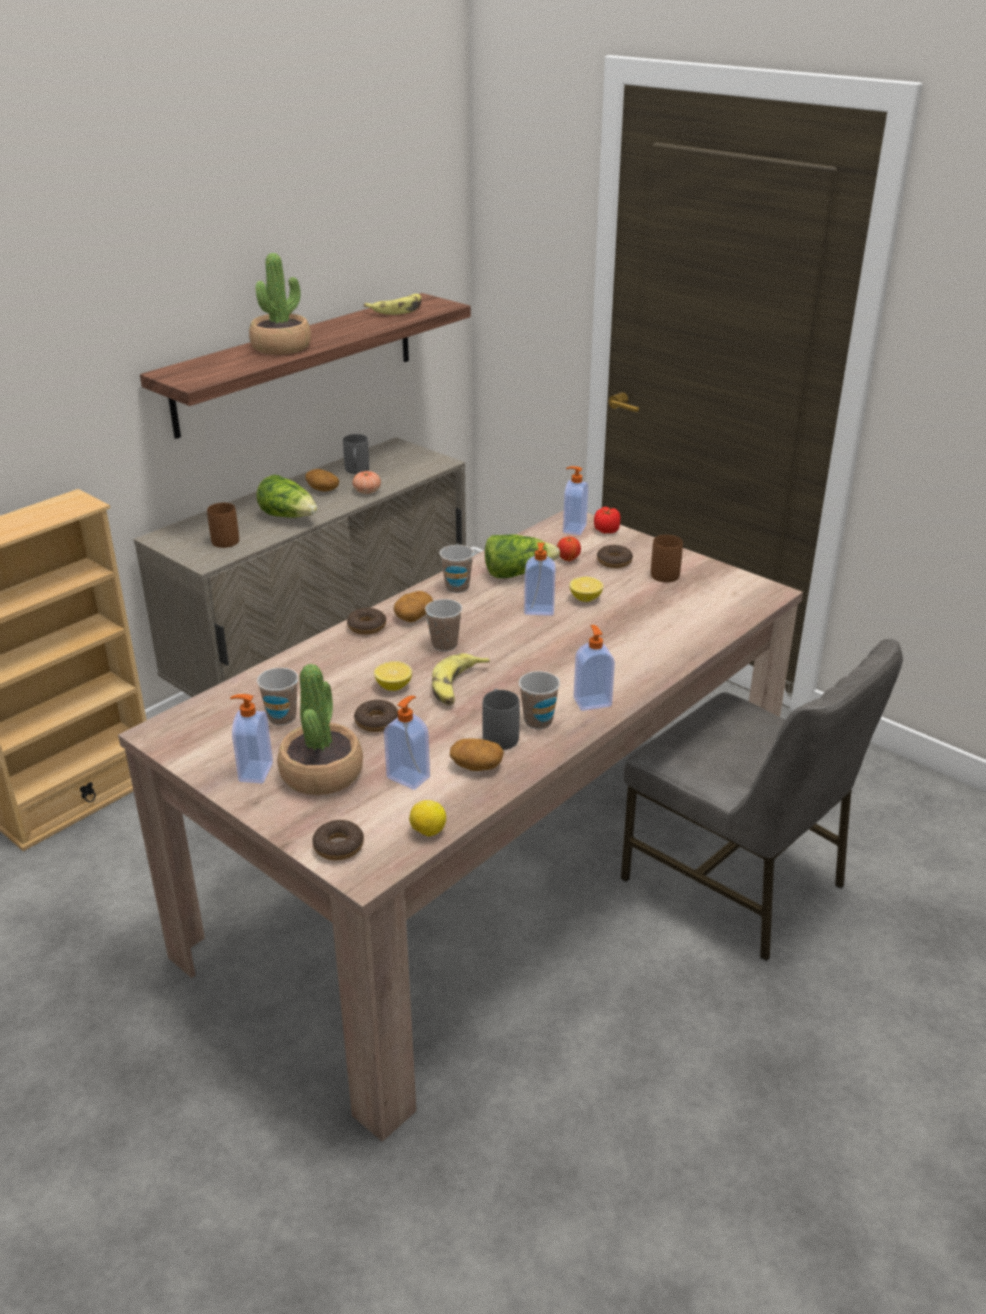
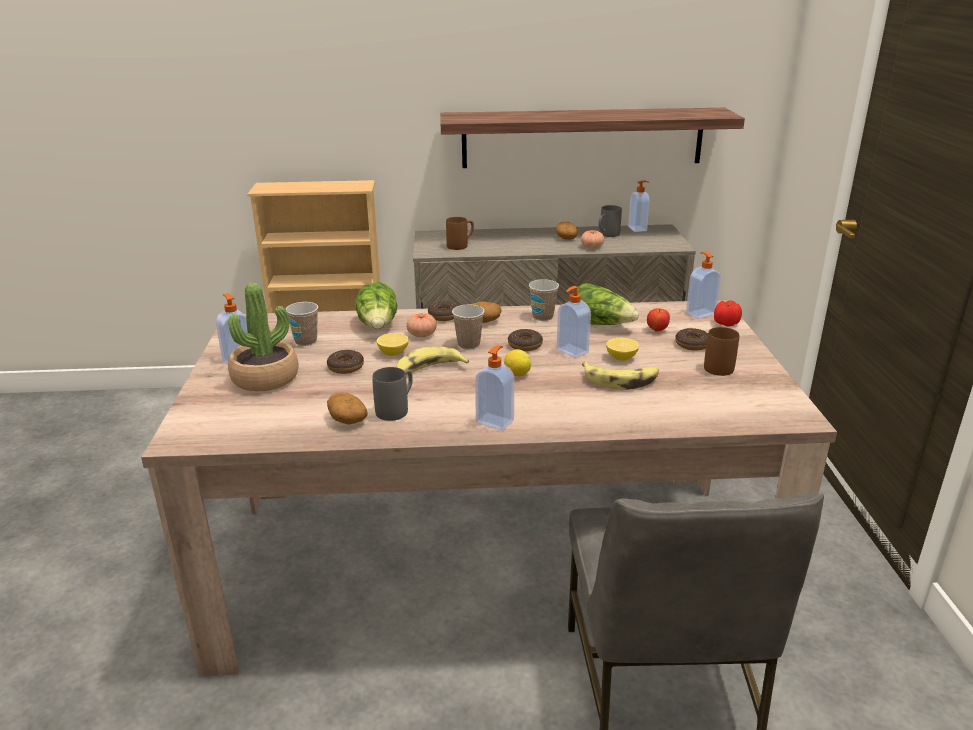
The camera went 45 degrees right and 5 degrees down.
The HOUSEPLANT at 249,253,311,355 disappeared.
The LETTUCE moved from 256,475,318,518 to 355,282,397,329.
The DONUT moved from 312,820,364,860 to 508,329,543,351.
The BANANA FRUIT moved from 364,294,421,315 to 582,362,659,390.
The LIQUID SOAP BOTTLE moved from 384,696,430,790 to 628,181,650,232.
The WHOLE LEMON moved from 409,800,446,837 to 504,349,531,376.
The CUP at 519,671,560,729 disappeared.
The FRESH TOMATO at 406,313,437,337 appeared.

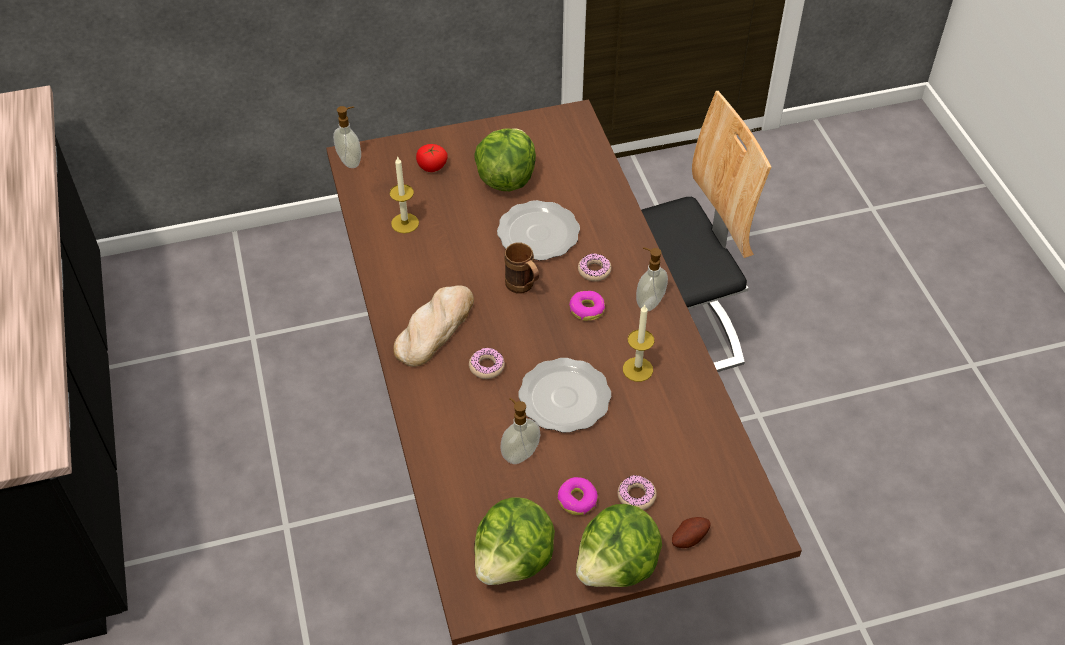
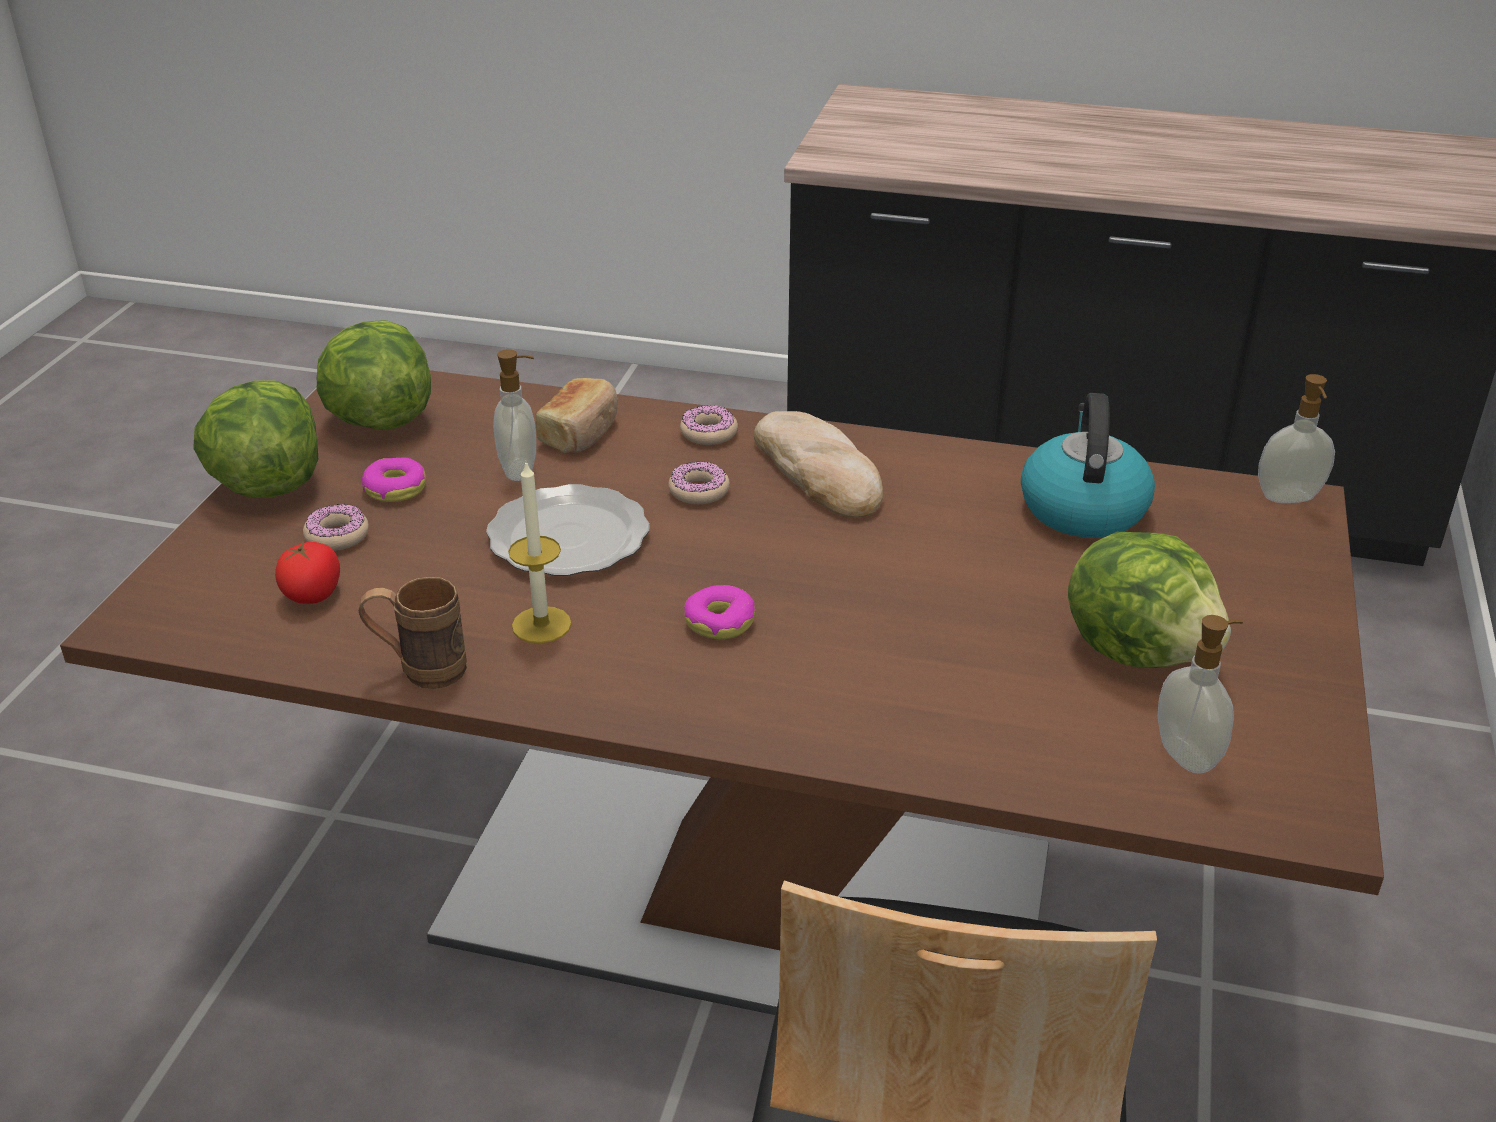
The camera went 120 degrees right and 15 degrees down.
The CANDLE at 390,157,419,233 was replaced by the WATER KETTLE at 1021,393,1155,538.
The FRESH TOMATO moved from 416,144,448,172 to 275,541,340,604.
The FLAT DISH at 497,200,580,261 disappeared.
The BROWN-COLOURED COFFEE MUG moved from 504,243,539,294 to 359,577,467,689.
The DONUT moved from 578,253,611,281 to 680,405,738,445.
The LIQUID SOAP BOTTLE moved from 636,247,668,311 to 1157,615,1243,774.
The SPUD at 672,517,711,548 disappeared.
The BREAD at 536,378,618,453 appeared.

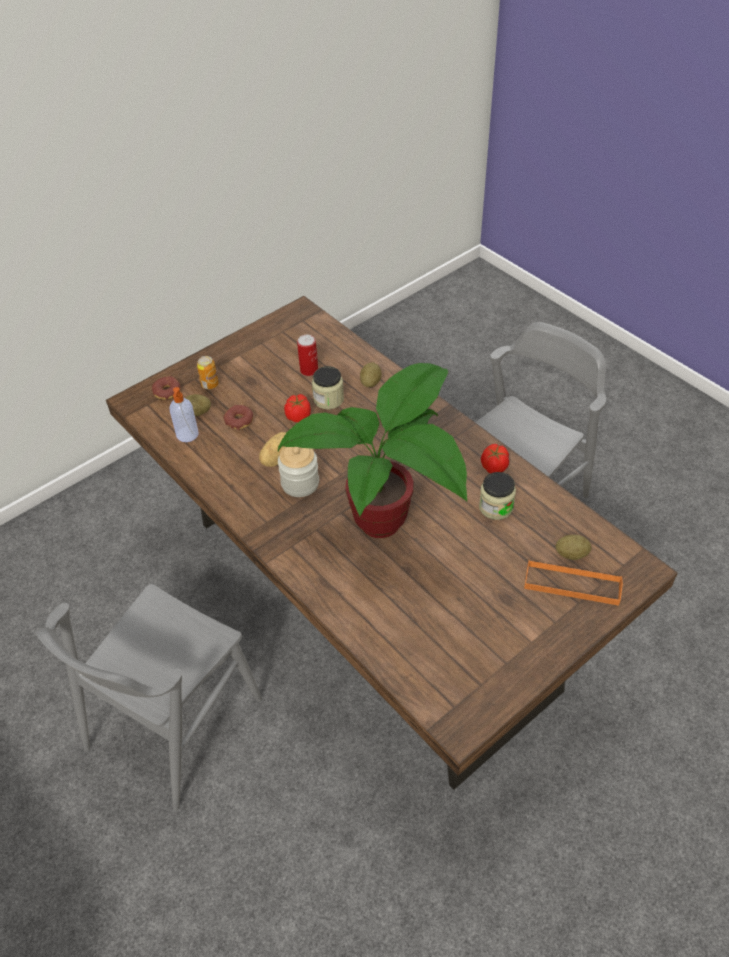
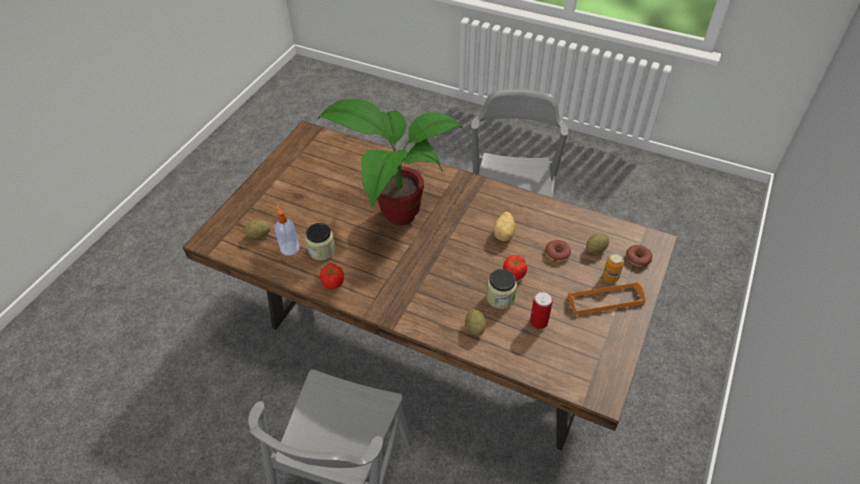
The camera went 155 degrees right and 0 degrees up.
The LIQUID SOAP BOTTLE moved from 170,387,199,442 to 275,205,299,256.
The JAR at 278,447,319,497 disappeared.
The ORANGEY TRAY moved from 524,561,623,606 to 567,282,646,315.

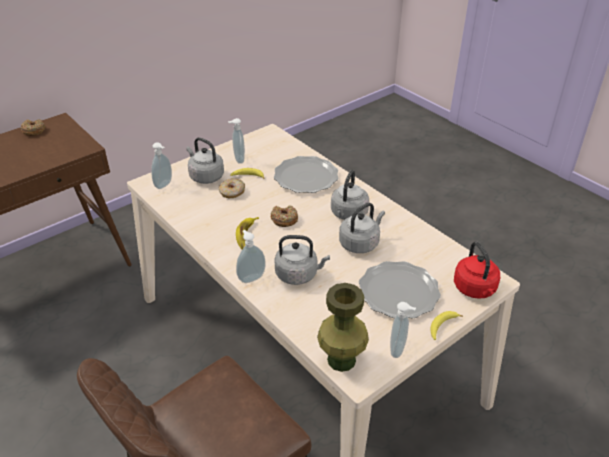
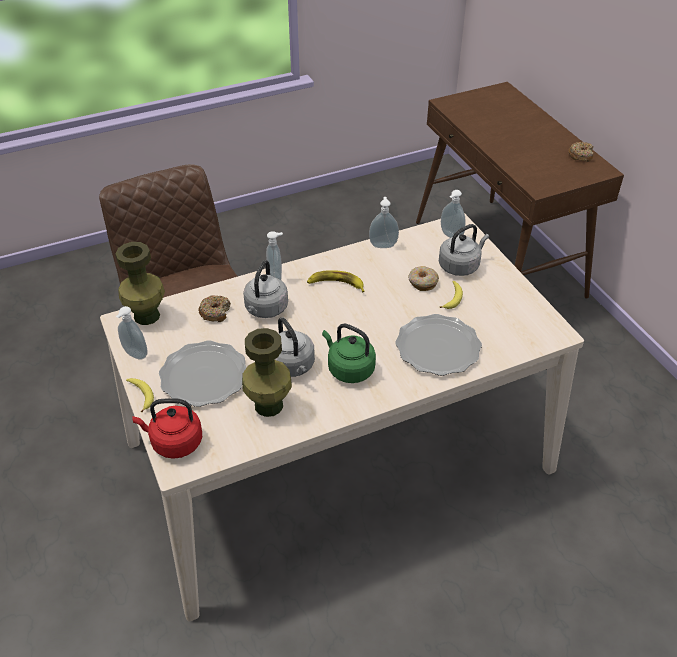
The camera went 105 degrees right and 5 degrees up.
The LIQUID SOAP BOTTLE moved from 228,118,245,164 to 369,197,399,248.
The DONUT moved from 271,205,298,227 to 199,295,231,322.
The GREY WATER KETTLE at 331,170,369,220 became the GREEN-COLOURED WATER KETTLE at 322,324,376,383.
The GREEN-COLOURED VASE at 242,328,292,417 appeared.

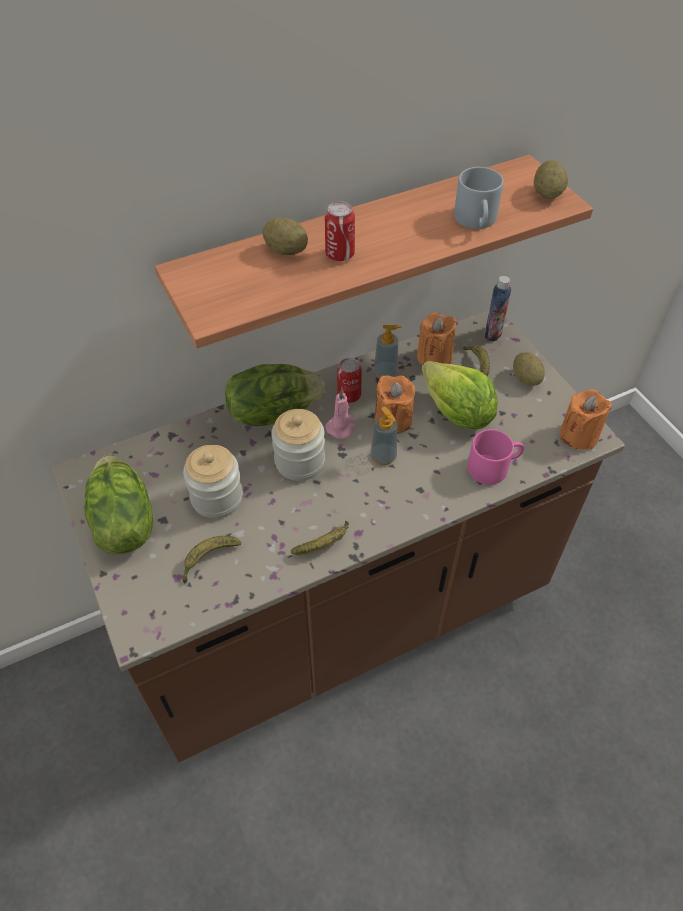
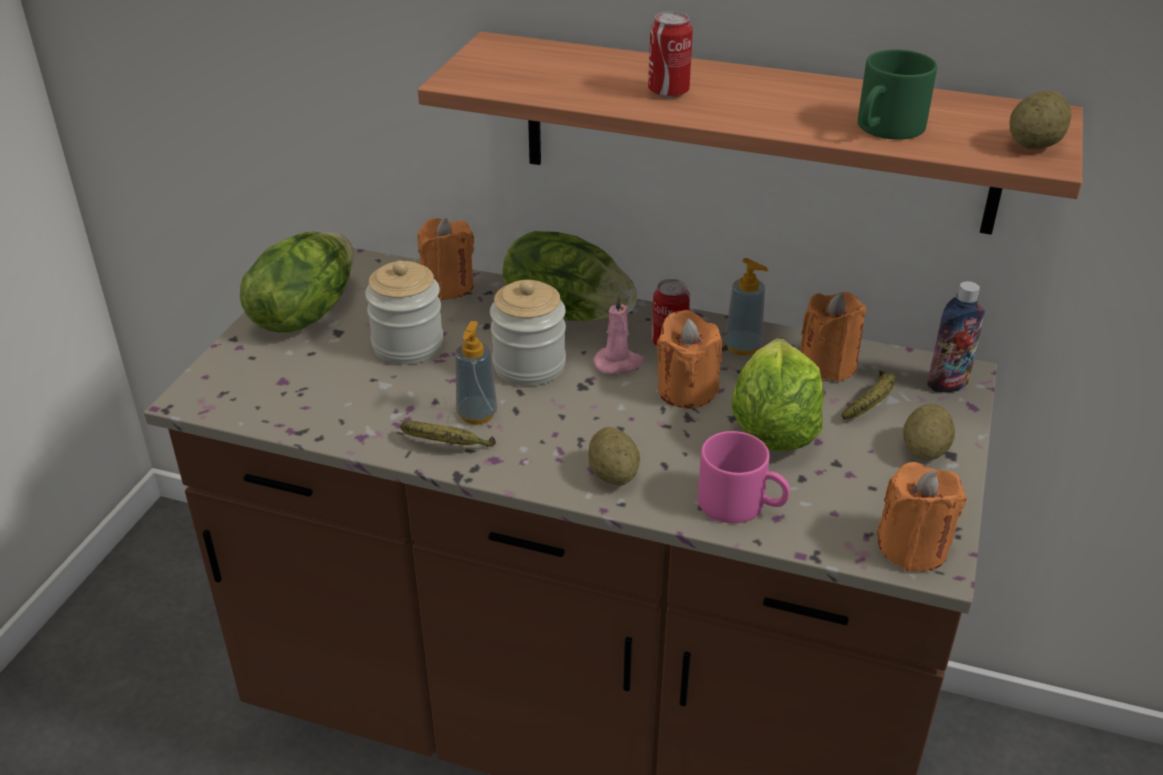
The camera went 45 degrees right and 15 degrees down.
The BANANA FRUIT at 182,536,241,583 disappeared.
The SPUD moved from 262,217,308,255 to 588,427,640,486.
The LIQUID SOAP BOTTLE moved from 371,407,397,465 to 455,321,497,424.
The GREY COFFEE MUG at 454,167,504,229 became the GREEN-COLOURED COFFEE MUG at 858,49,937,140.
The ORANGEY CANDLE at 418,218,474,300 appeared.

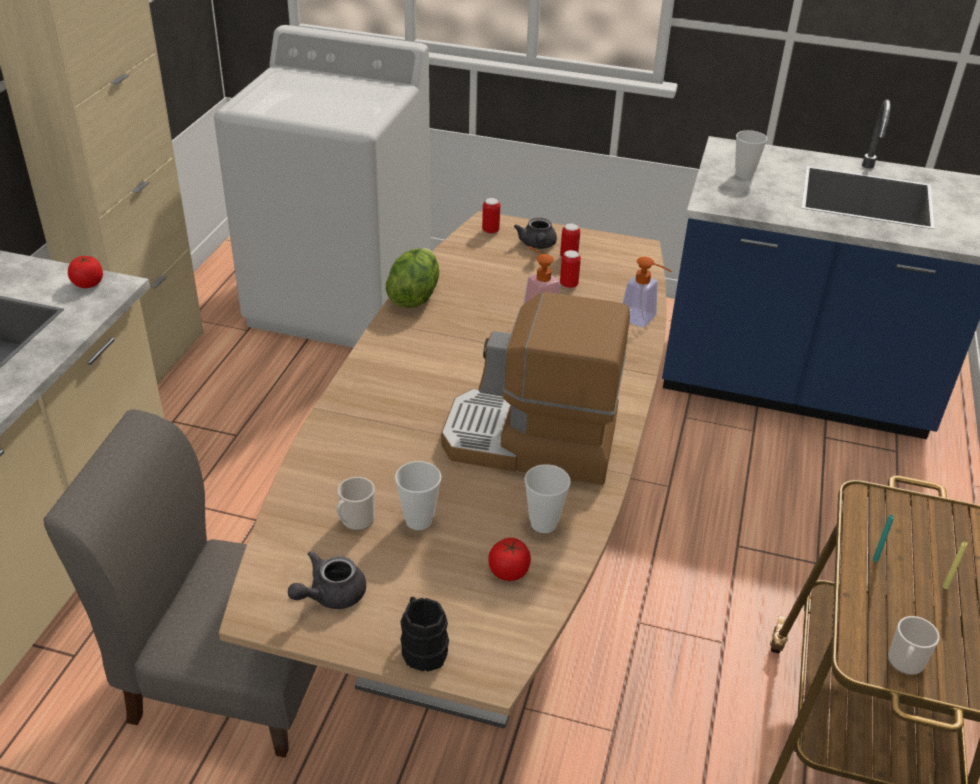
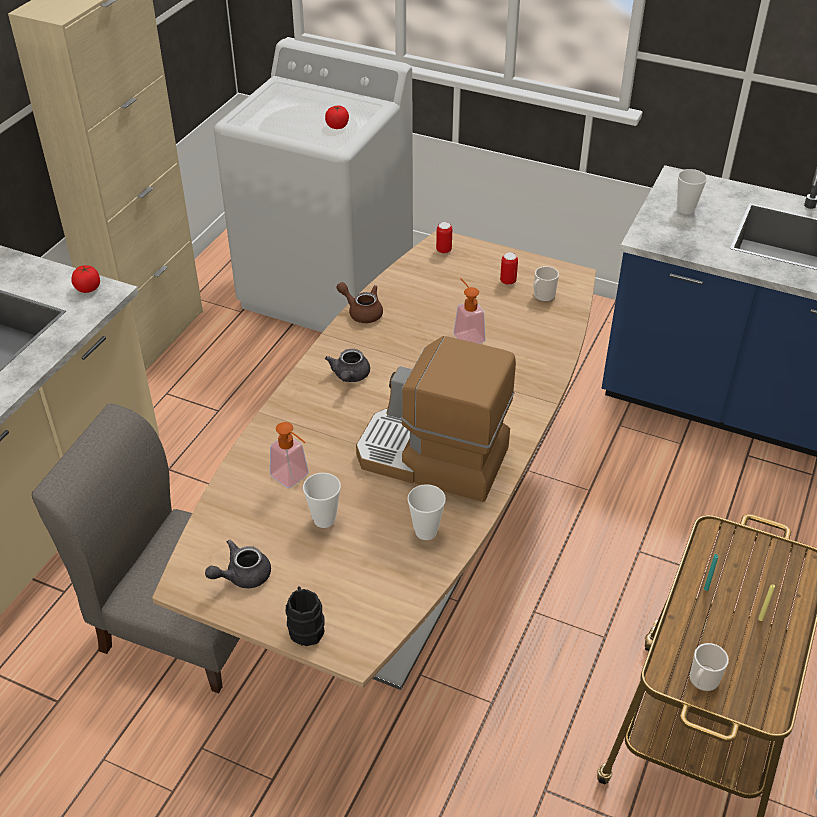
The camera went 10 degrees right and 5 degrees up.
The COFFEE MUG moved from 336,477,375,531 to 533,266,559,302.
The LETTUCE at 386,248,439,308 was replaced by the BROWN-COLOURED TEA POT at 336,282,383,323.
The FRESH TOMATO moved from 488,538,531,581 to 325,106,349,129.
The GREY TEA POT moved from 514,218,557,249 to 325,349,370,382.
The METAL CAN at 560,250,581,288 disappeared.
The LIQUID SOAP BOTTLE moved from 623,257,672,327 to 270,422,309,488.

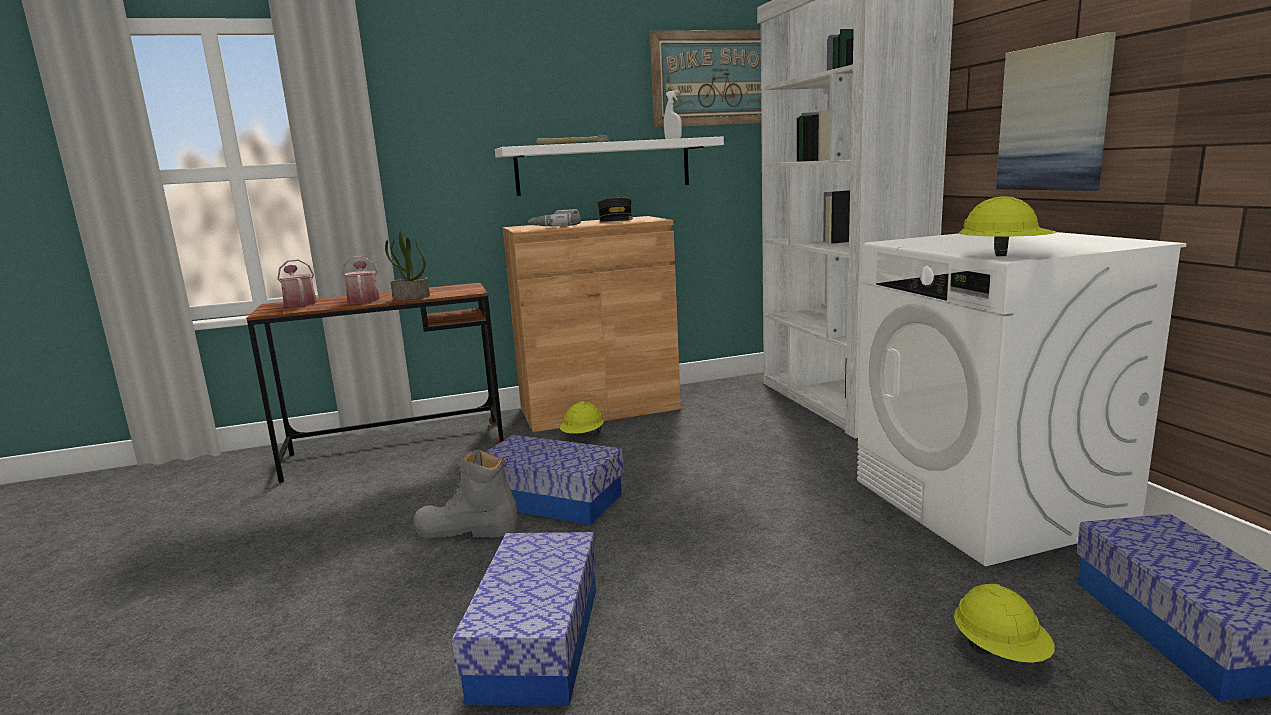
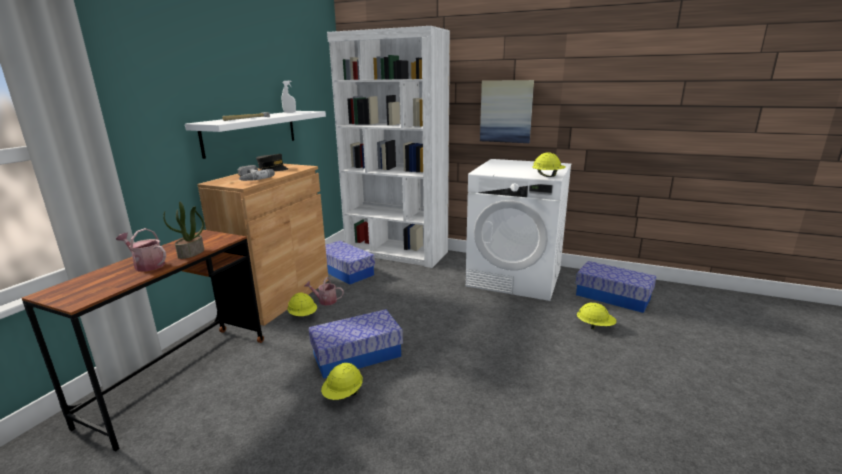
The camera went 50 degrees left and 5 degrees up.
The WATERING CAN moved from 277,259,317,307 to 304,277,344,306.
The GREY HIGH-TOP BOOT at 413,449,518,538 was replaced by the YELLOW HARD HAT at 321,363,363,400.
The STORAGE CONTAINER moved from 452,532,597,706 to 325,241,375,285.
The PICTURE at 650,30,761,128 disappeared.

